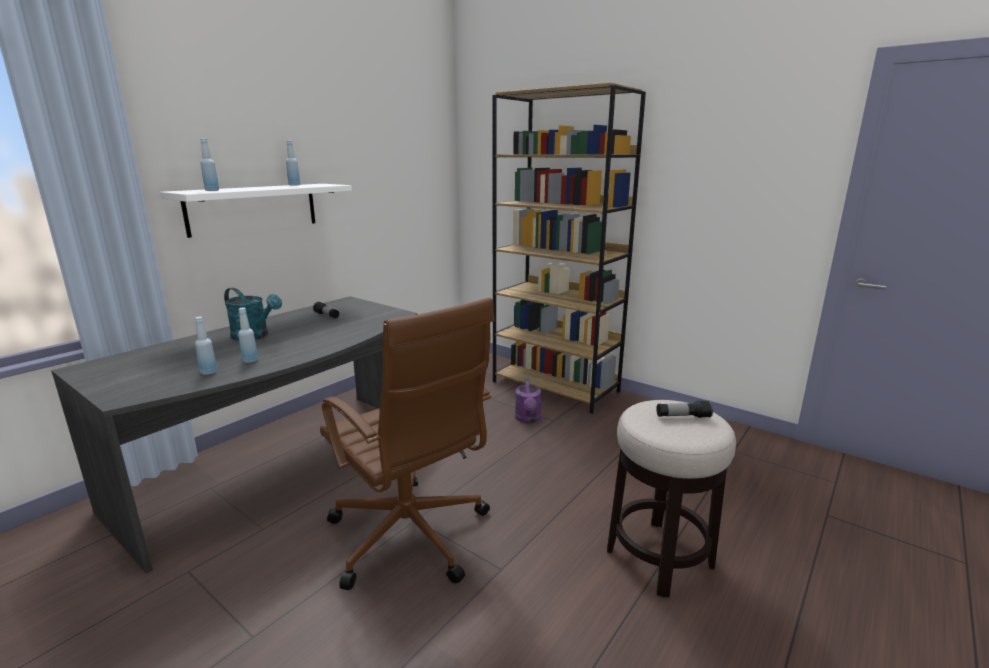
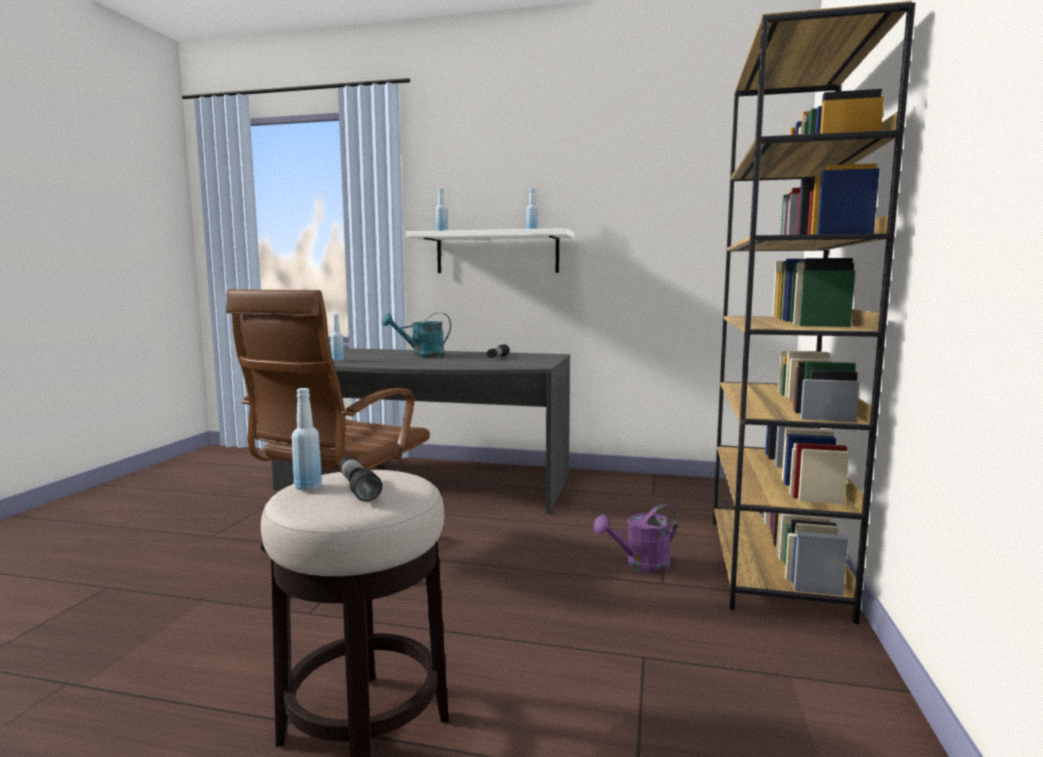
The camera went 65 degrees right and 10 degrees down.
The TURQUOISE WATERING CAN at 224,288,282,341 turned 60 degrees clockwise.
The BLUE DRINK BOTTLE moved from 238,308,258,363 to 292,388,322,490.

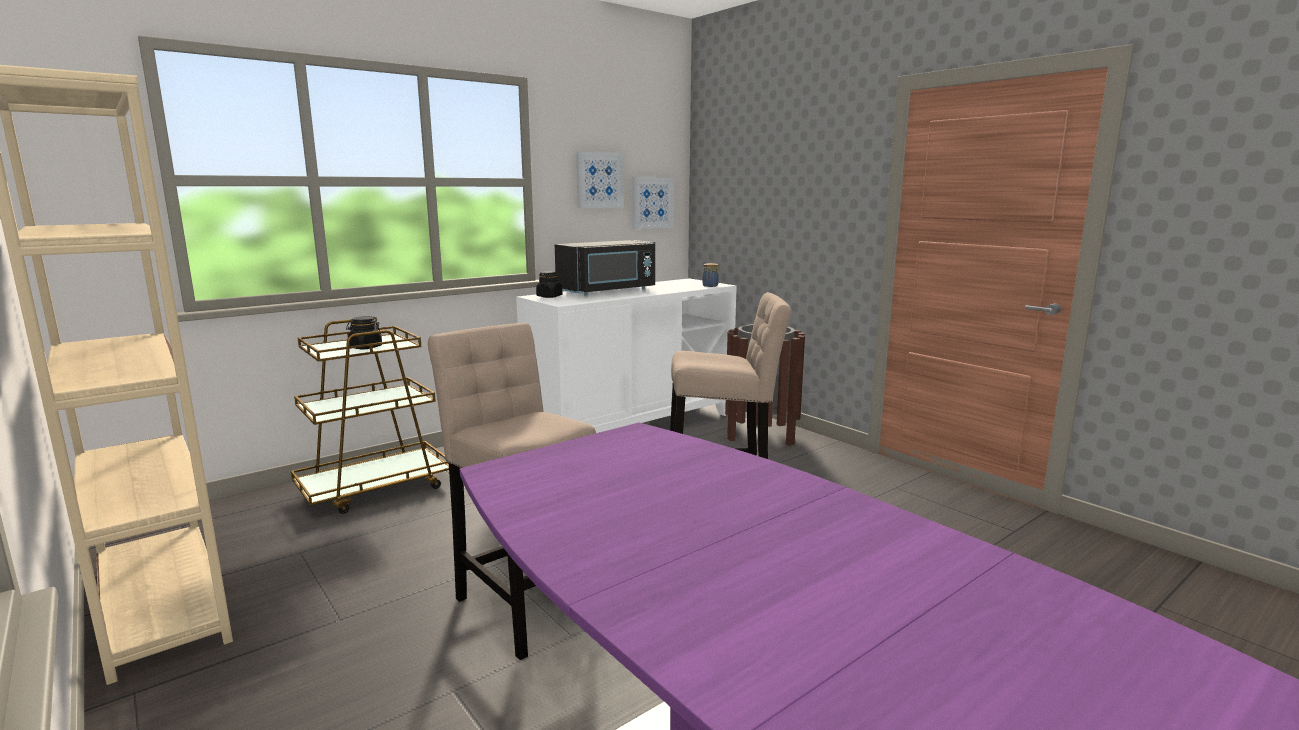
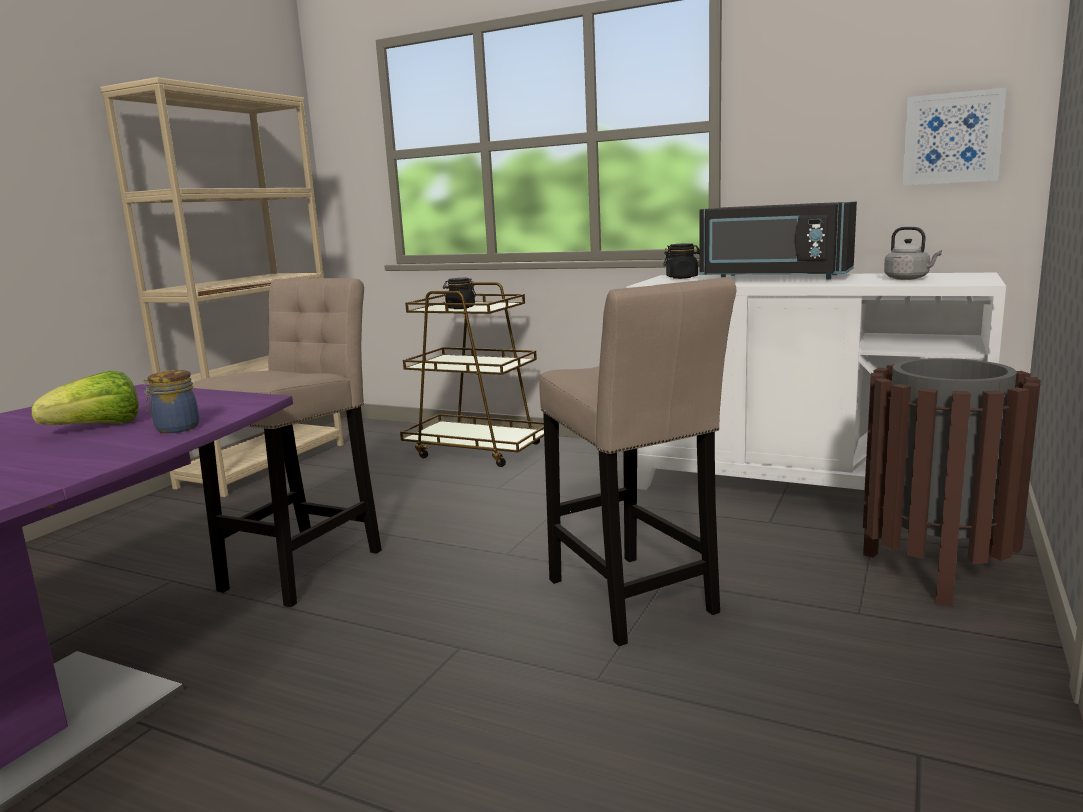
The camera went 65 degrees right and 0 degrees up.
The PICTURE at 576,151,624,208 disappeared.
The JAR moved from 702,263,719,287 to 143,370,199,433.
The LETTUCE at 32,370,138,425 appeared.
The GREY WATER KETTLE at 884,227,942,280 appeared.

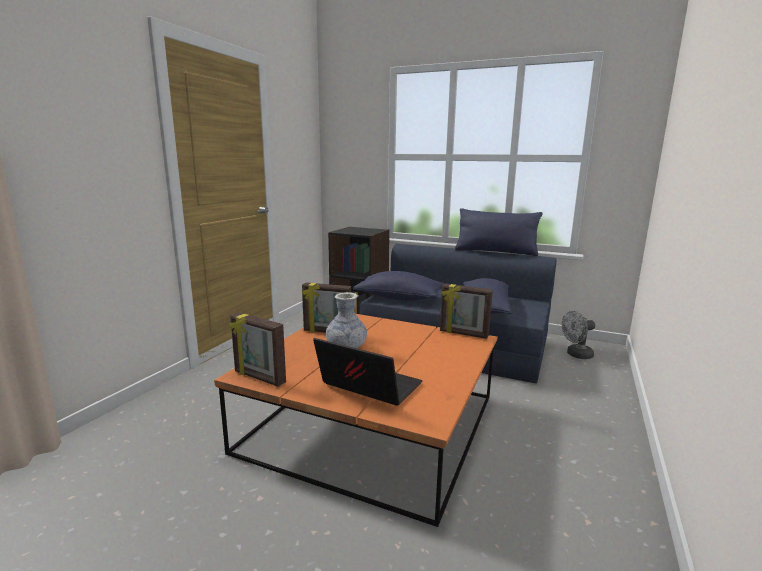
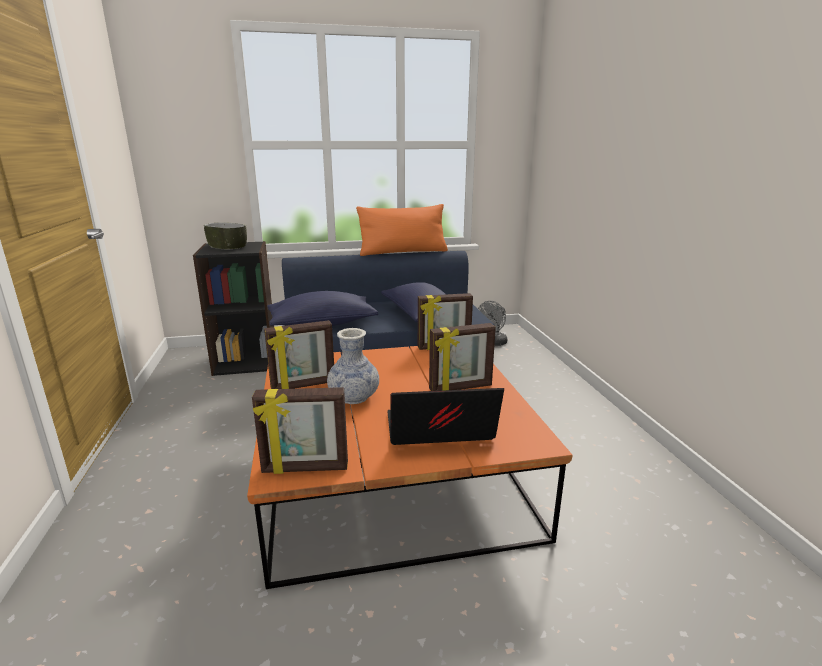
The camera went 35 degrees left and 5 degrees up.
The BLUE PILLOW at 455,208,543,256 became the ORANGEY PILLOW at 356,204,448,256.
The BOWL at 204,222,247,249 appeared.
The PHOTO FRAME at 429,323,496,391 appeared.

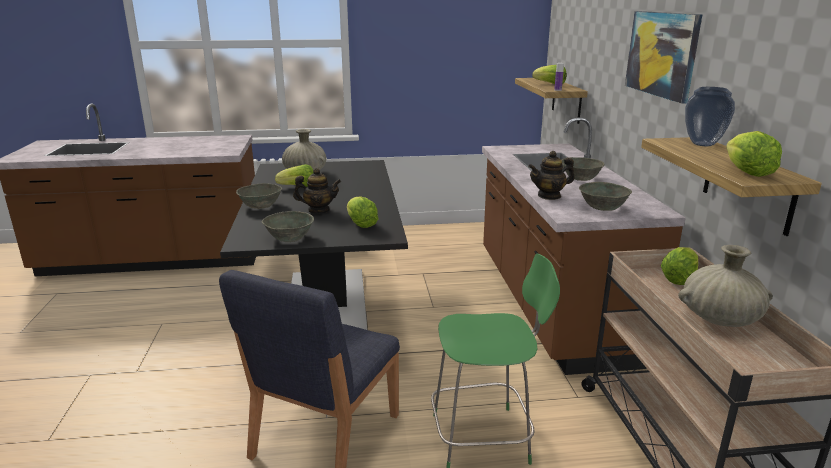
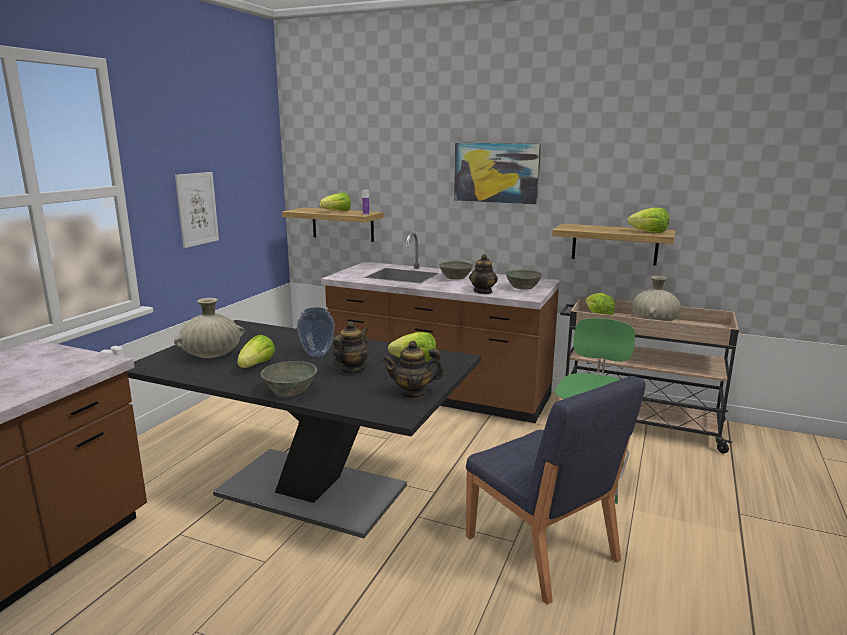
The camera went 60 degrees left and 5 degrees down.
The GREY BOWL at 262,211,314,242 was replaced by the TEA POT at 383,341,444,399.
The VASE moved from 685,87,735,146 to 297,308,335,357.
The PICTURE at 175,172,219,248 appeared.

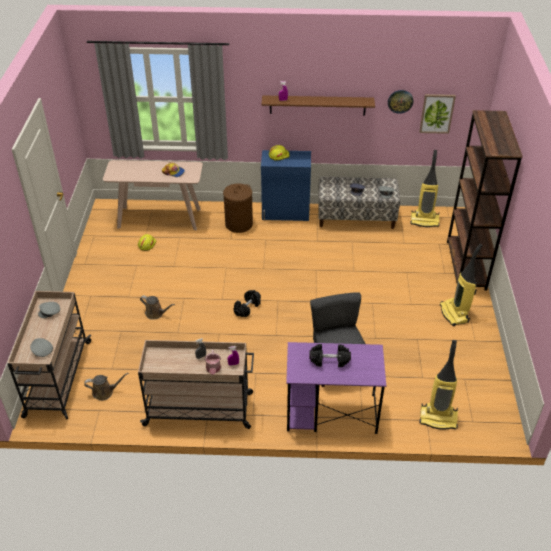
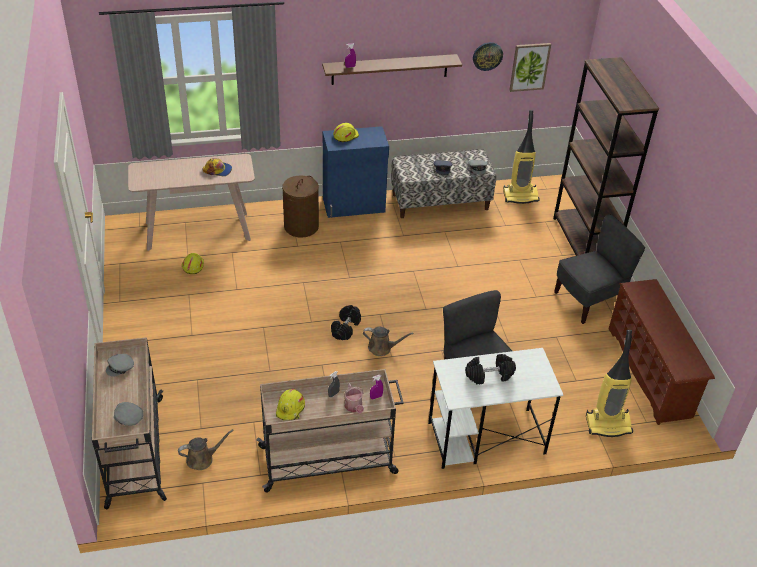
The camera went 15 degrees left and 0 degrees up.
The BROWN-COLOURED WATERING CAN moved from 140,295,175,320 to 363,327,414,356.
The PURPLISH DESK at 286,342,386,434 became the WHITE-COLOURED DESK at 428,348,563,469.
The HOOVER at 440,244,483,326 was replaced by the GREY CHAIR at 554,214,645,324.
The YELLOW HARD HAT at 276,389,305,420 appeared.
The BROWN-COLOURED SHOE RACK at 609,279,715,425 appeared.

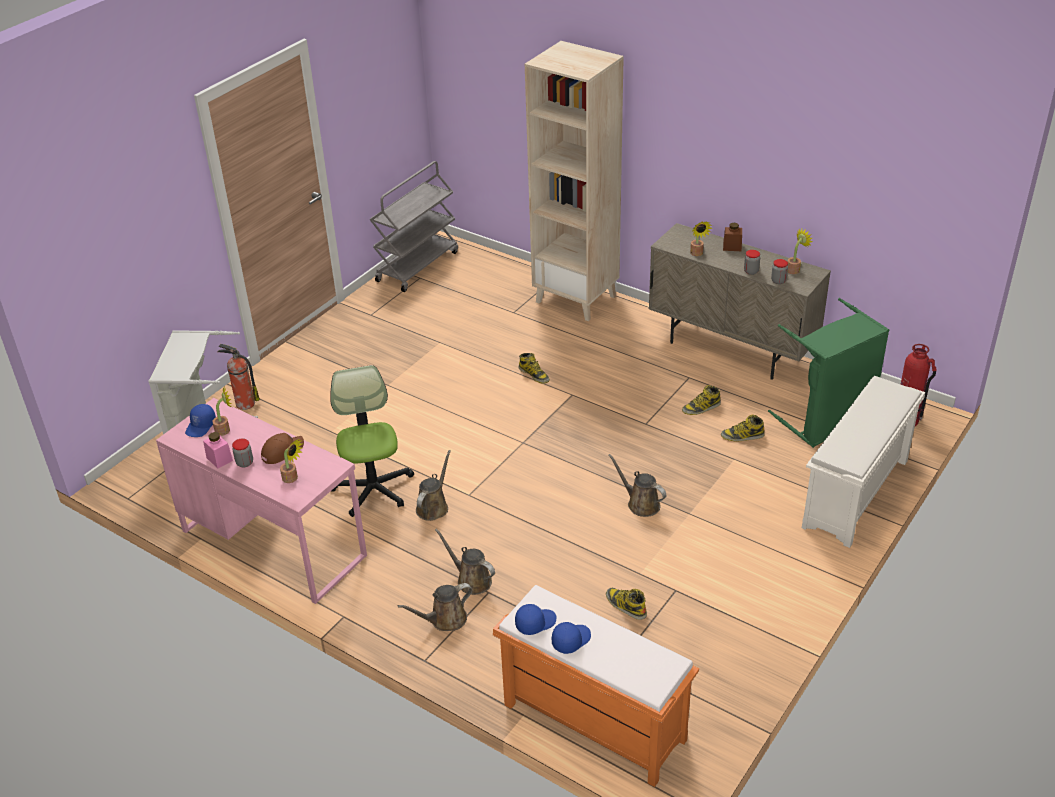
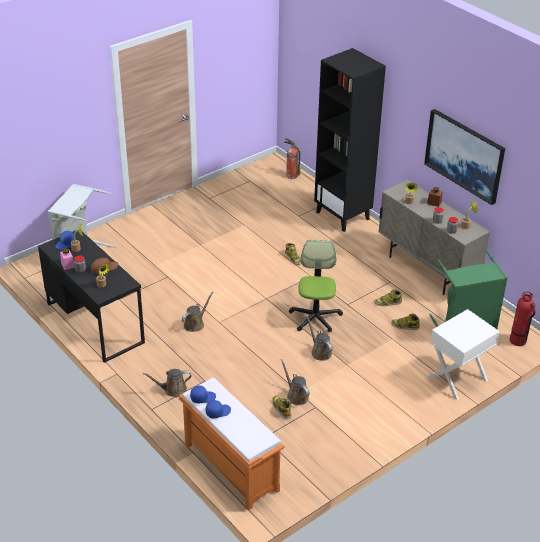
The camera went 15 degrees right and 0 degrees up.
The PINK DESK at 156,398,367,604 became the BLACK DESK at 38,230,145,363.
The EXTINGUISHER moved from 218,344,260,410 to 283,138,300,179.
The OFFICE CHAIR moved from 330,365,414,517 to 289,240,343,332.
The GREY TROLLEY at 370,161,458,292 disappeared.
The BROWN-COLOURED WATERING CAN moved from 435,528,495,595 to 281,359,310,405.
The BEIGE BOOKCASE at 525,41,624,321 became the BLACK BOOKCASE at 314,48,386,232.
The WHITE-COLOURED SHOE RACK at 802,376,925,548 was replaced by the WHITE-COLOURED NIGHT TABLE at 428,309,500,400.
The PICTURE at 424,109,505,205 appeared.

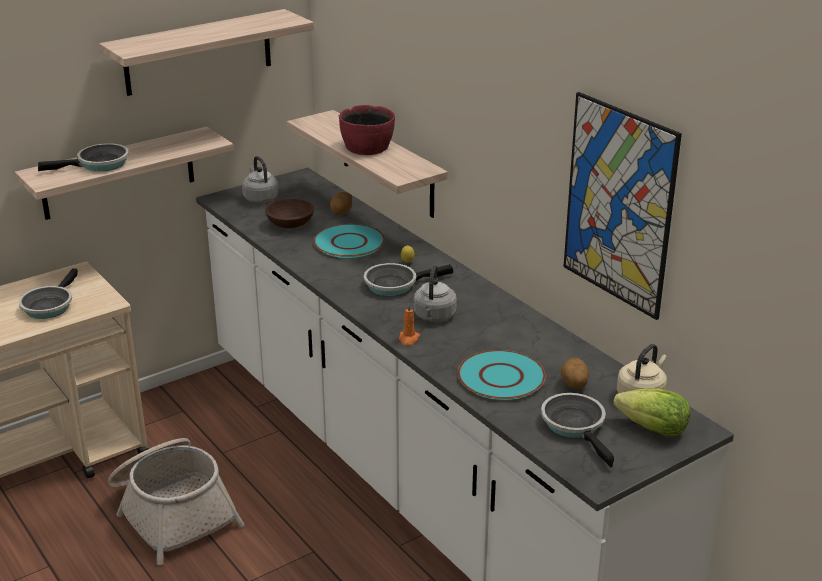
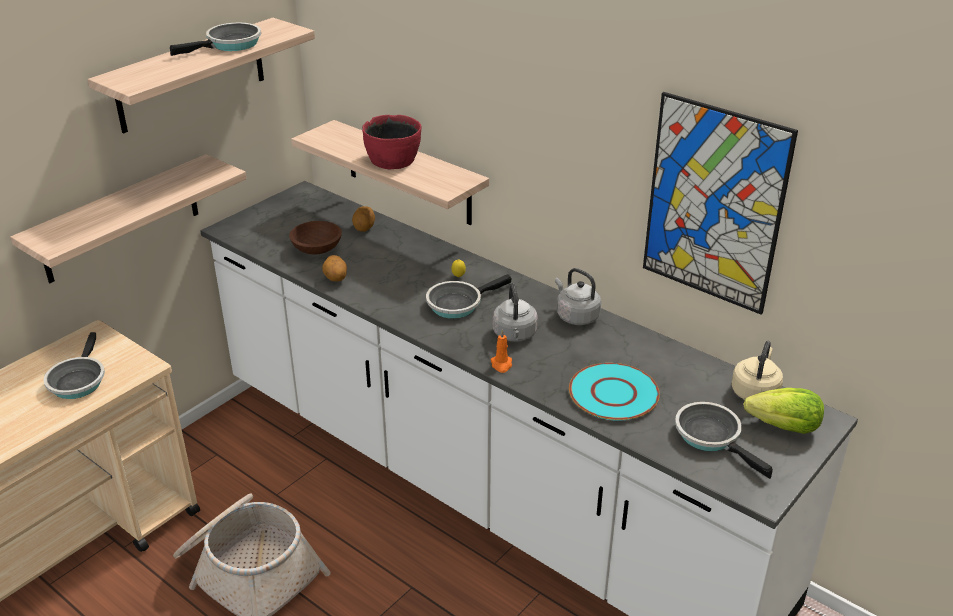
The camera went 15 degrees left and 5 degrees up.
The PAN moved from 38,143,129,172 to 170,23,261,56.
The GREY WATER KETTLE moved from 242,156,278,203 to 555,268,601,325.
The TURQUOISE FLAT DISH at 313,224,385,258 disappeared.
The SPUD moved from 561,358,589,389 to 322,255,347,282.

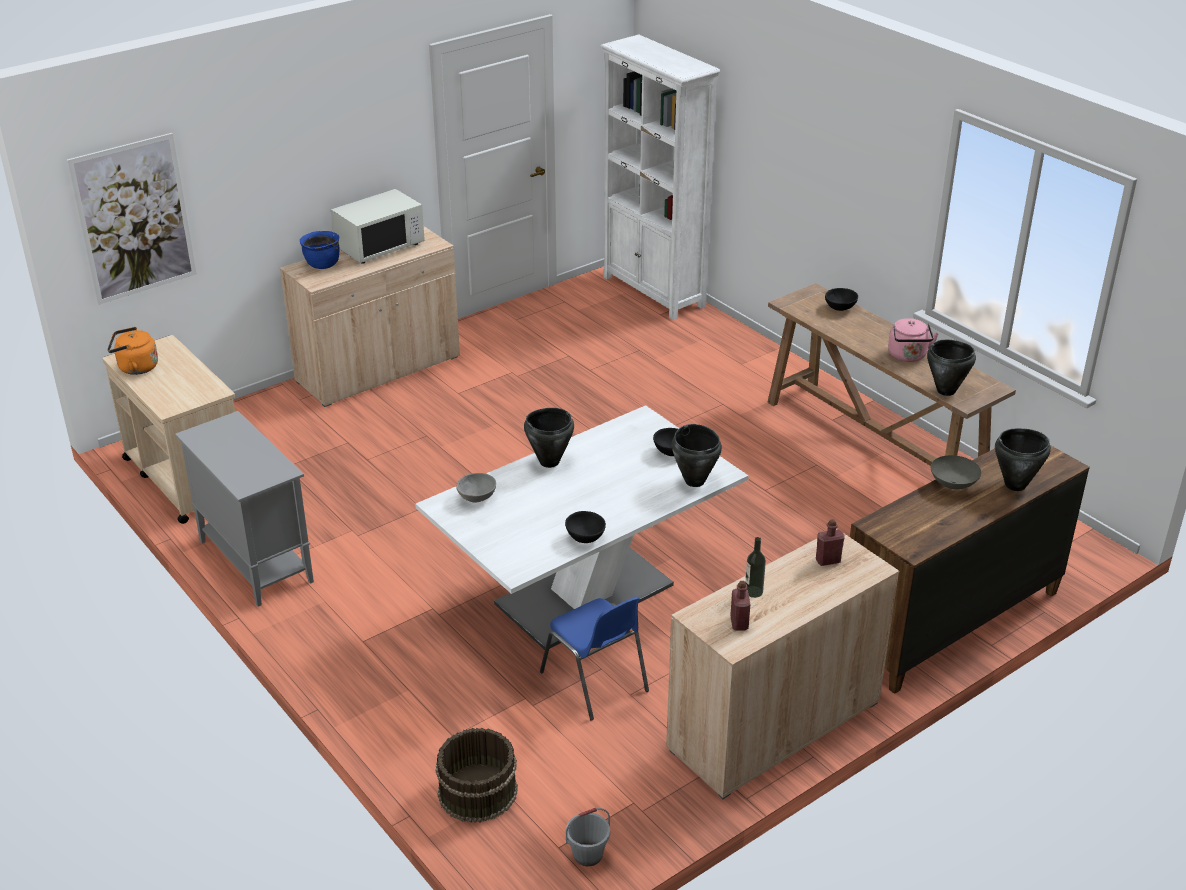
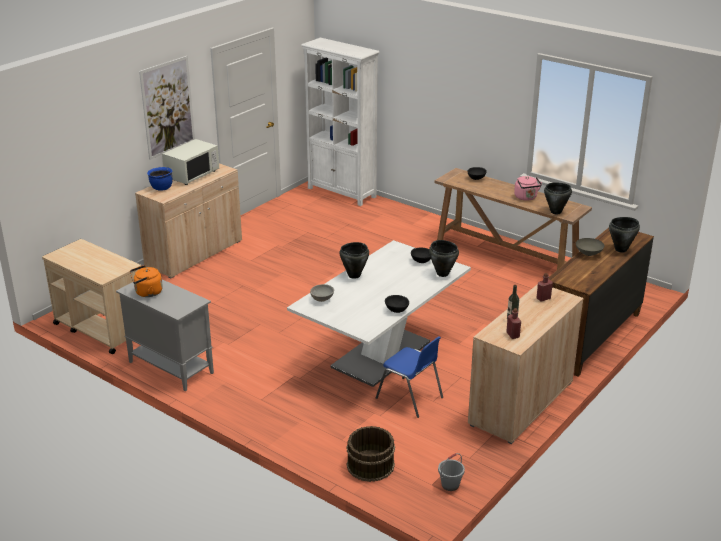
The camera went 15 degrees left and 5 degrees down.
The PICTURE moved from 67,133,197,305 to 139,56,195,160.
The ORANGEY WATER KETTLE moved from 107,327,158,375 to 130,265,163,297.

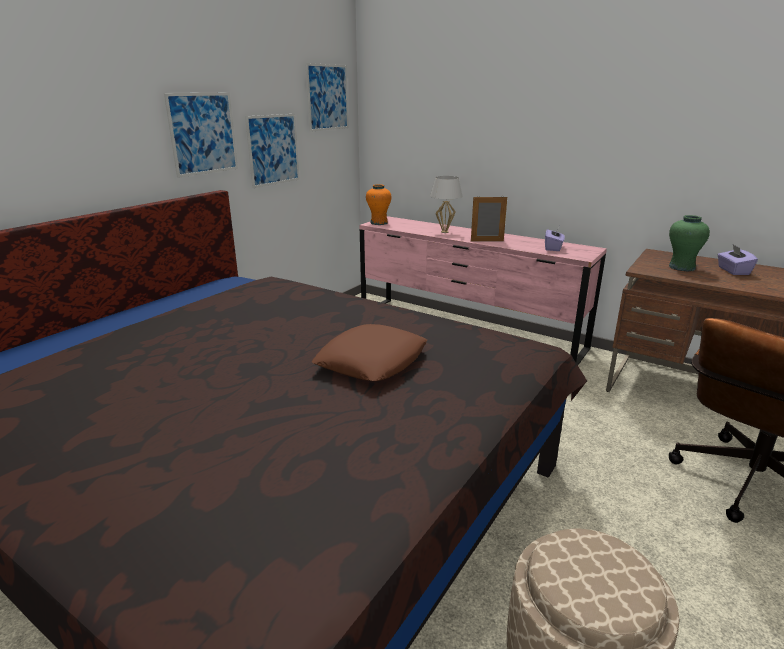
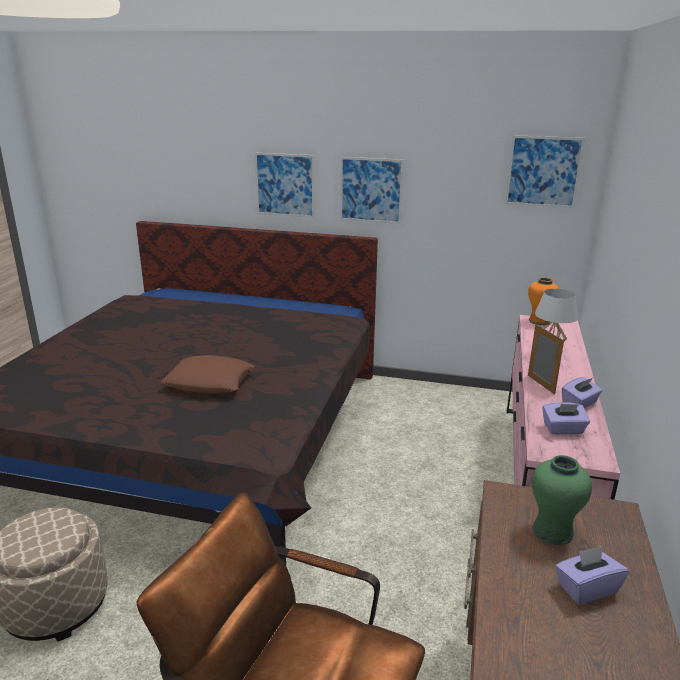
The camera went 70 degrees right and 0 degrees up.
The PICTURE moved from 245,114,300,188 to 255,153,315,218.
The PURPLISH TISSUE HOLDER at 562,377,603,408 appeared.

